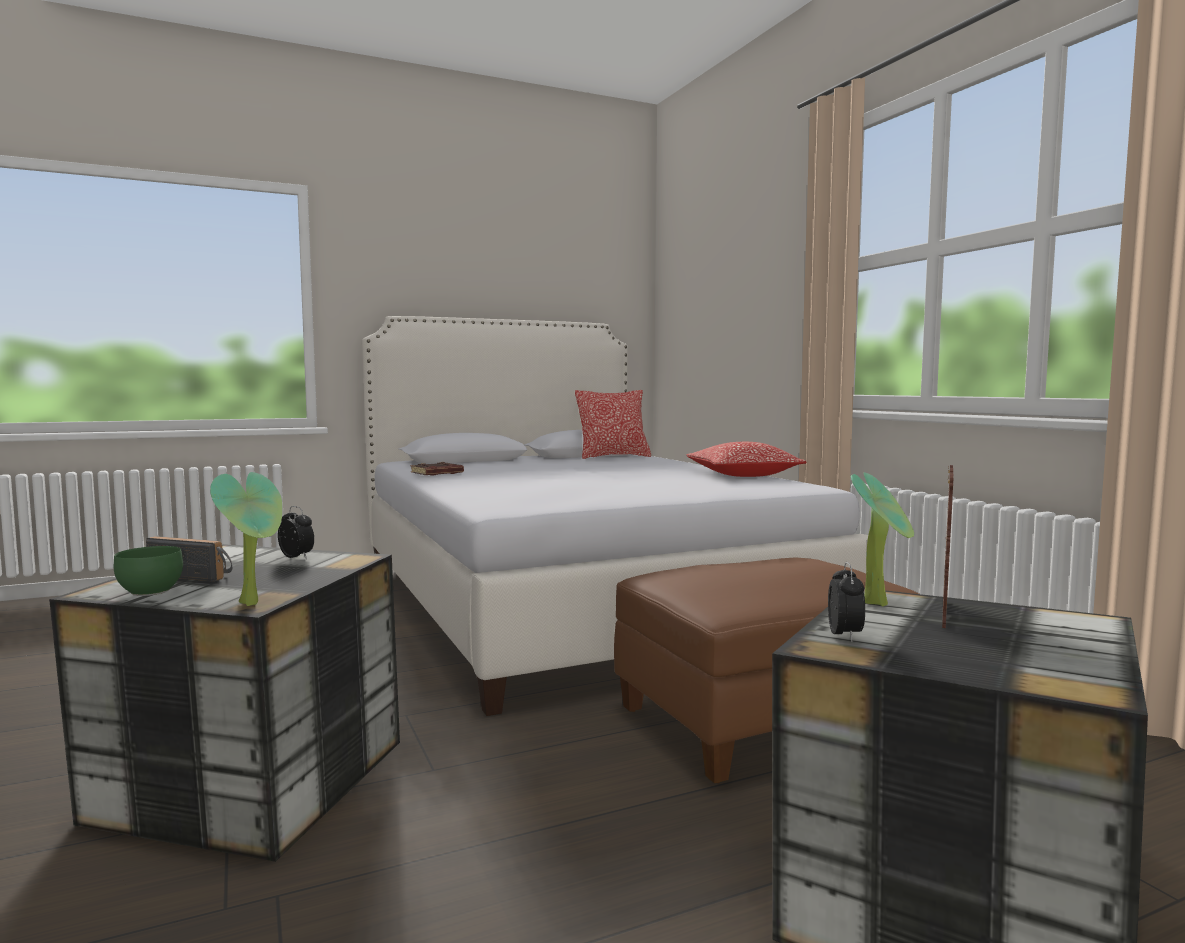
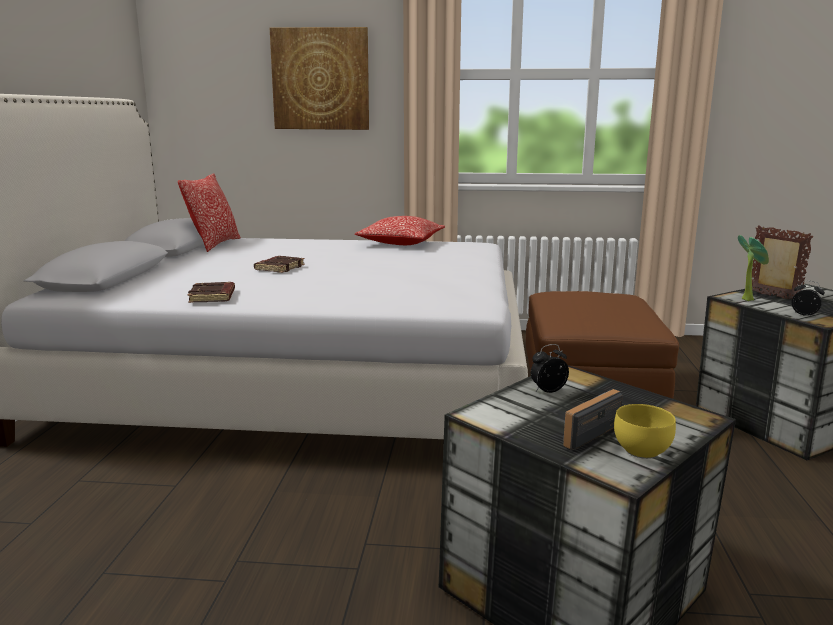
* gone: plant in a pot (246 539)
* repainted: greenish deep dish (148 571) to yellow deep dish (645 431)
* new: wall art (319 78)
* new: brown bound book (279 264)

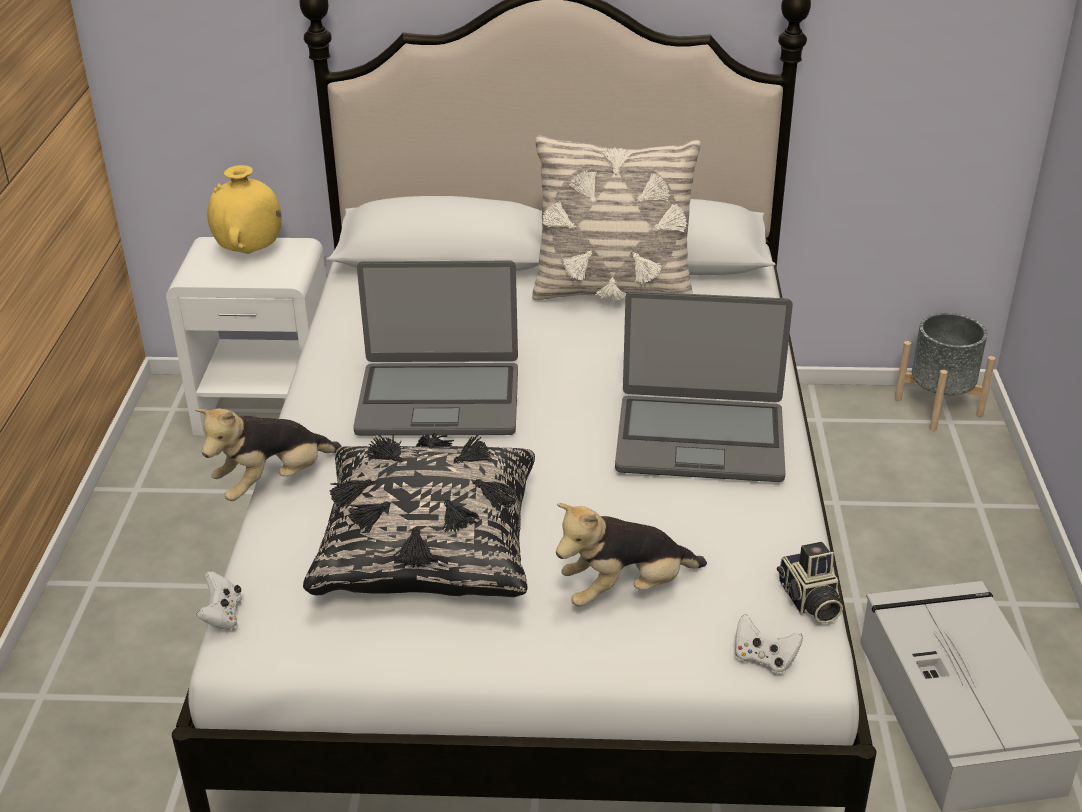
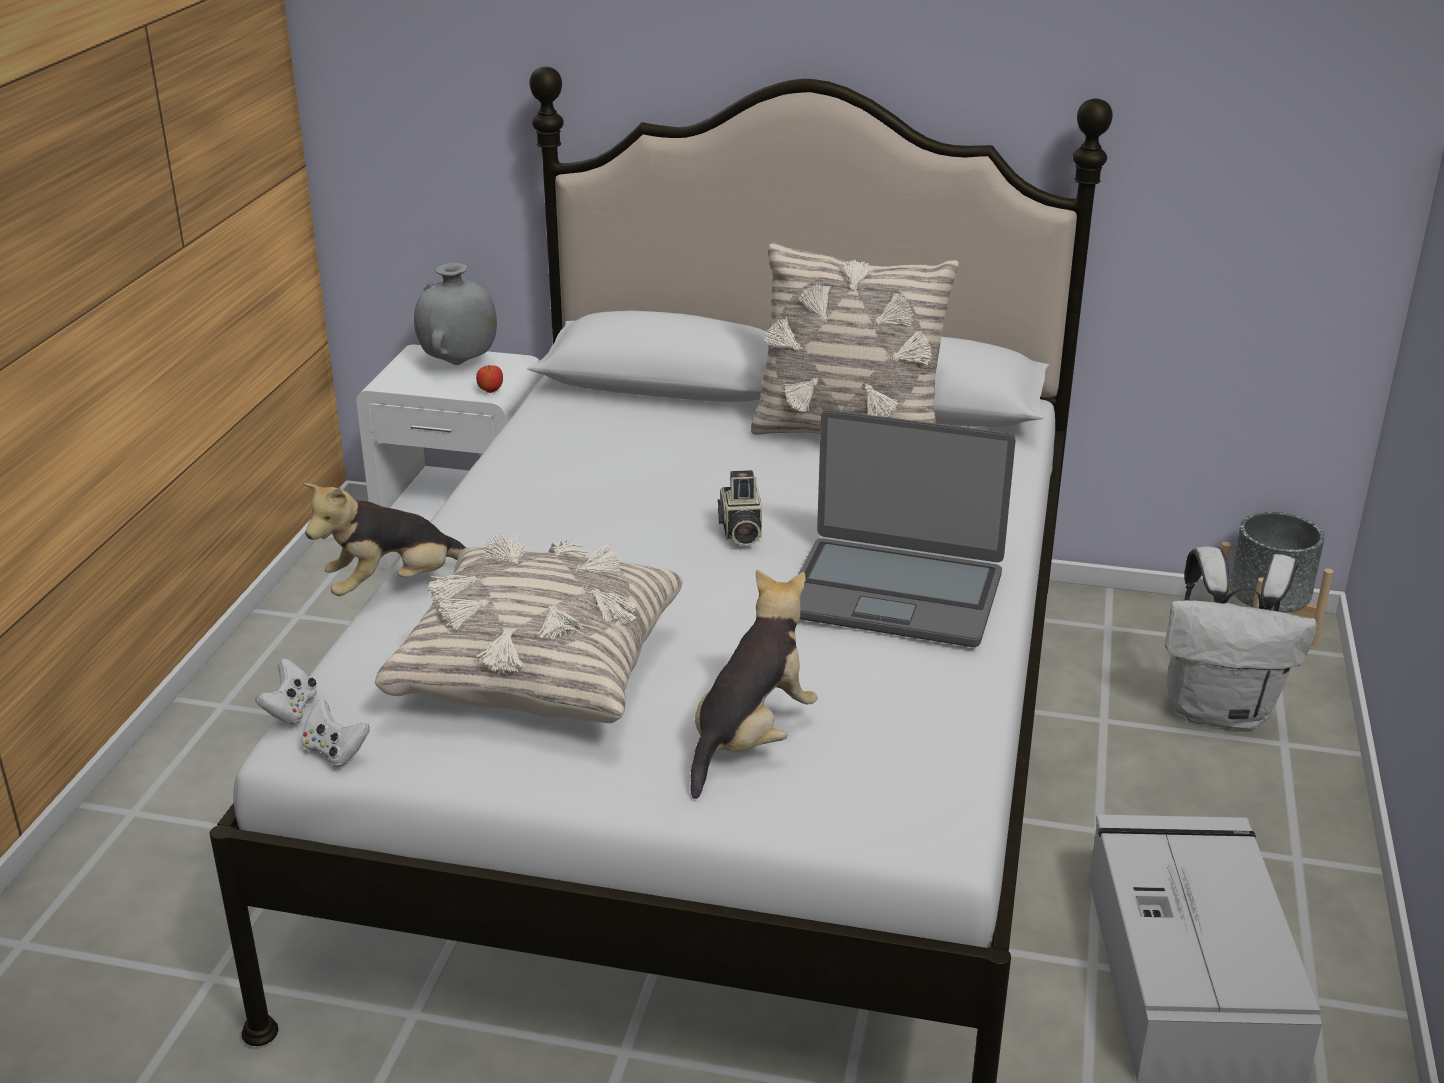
* repainted: yellow decorative vase (244 209) to greyish decorative vase (455 314)
* gone: portable computer (435 348)
* repainted: black cushion (419 515) to beige cushion (529 627)
* rotated: plush toy (631 555) = (754 684) 135 degrees clockwise
* shifted: still camera (810 583) to (740 508)
* shifted: whitish game controller (769 643) to (335 732)
* new: apple fruit (489 379)
* new: whitish backpack (1241 638)

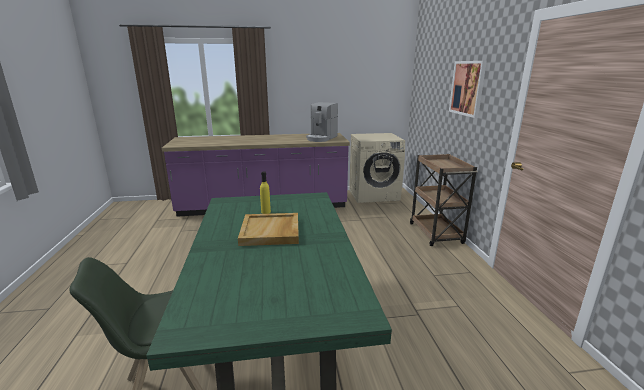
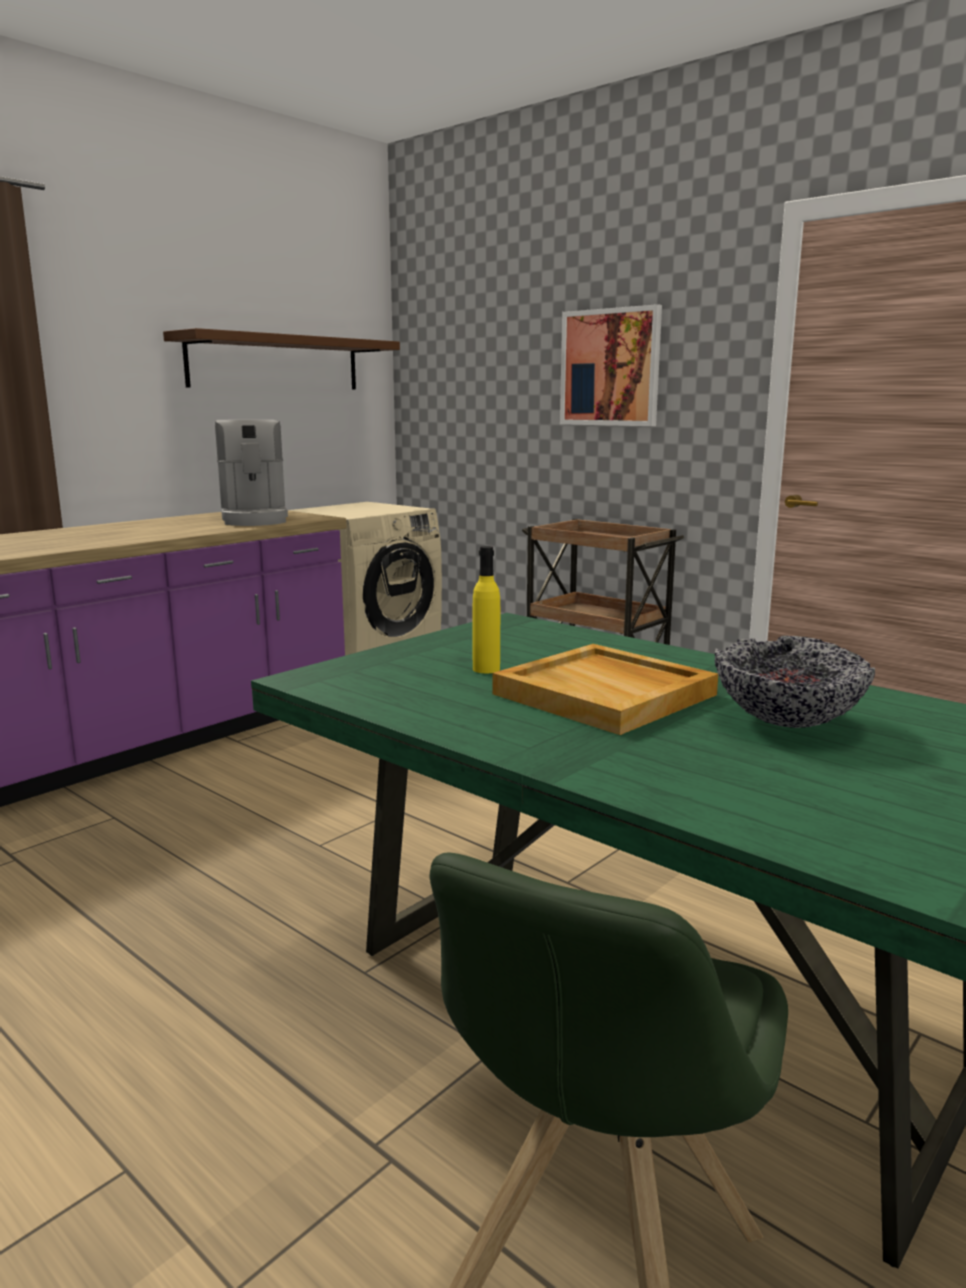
* new: brown shelf (281 359)
* new: deep dish (795 682)

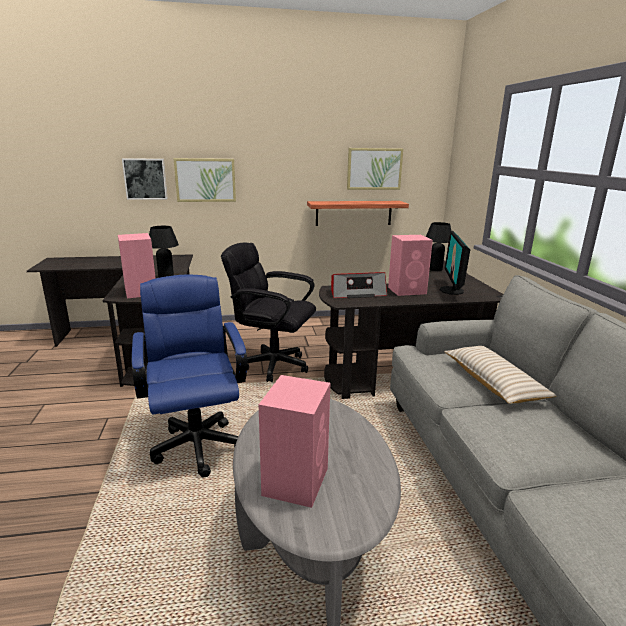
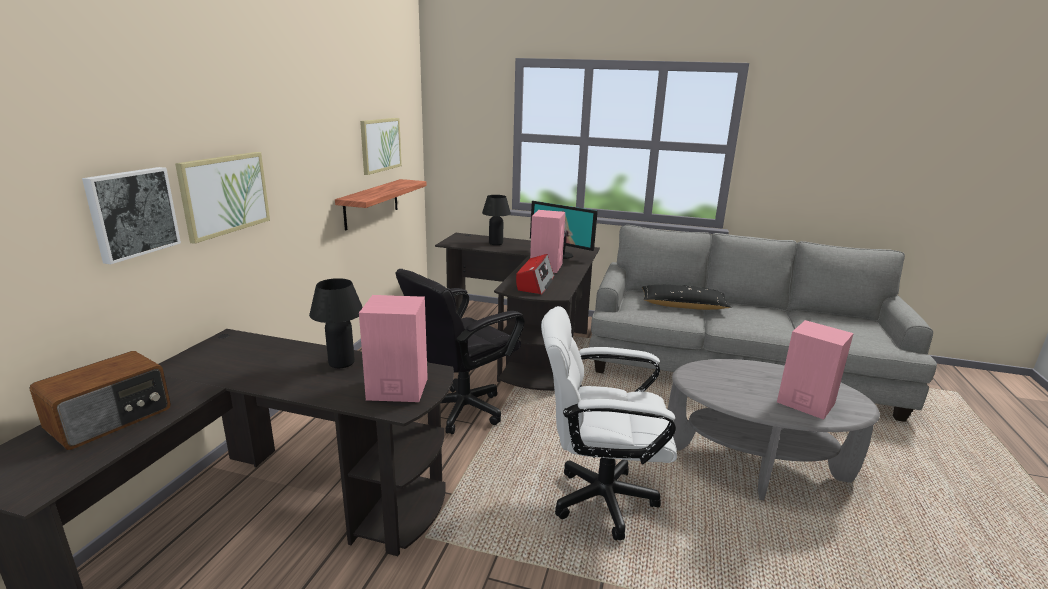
* repainted: blue computer chair (189 376) to whitish computer chair (609 423)
* repainted: beige cushion (500 375) to black cushion (686 297)
* new: radio receiver (100 400)

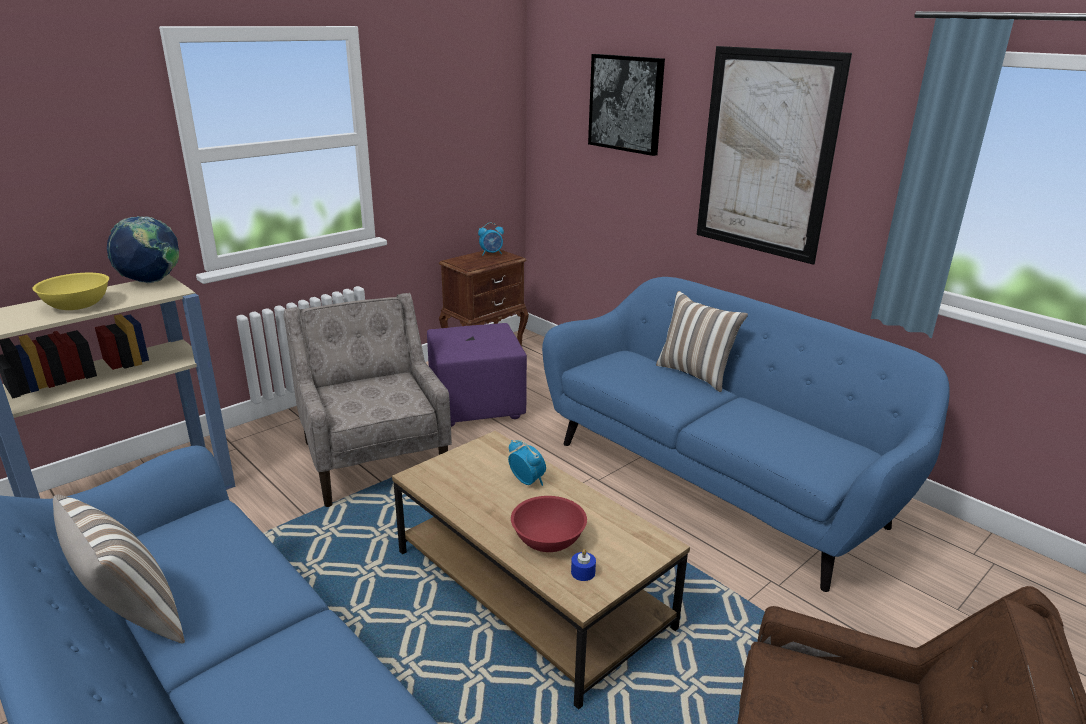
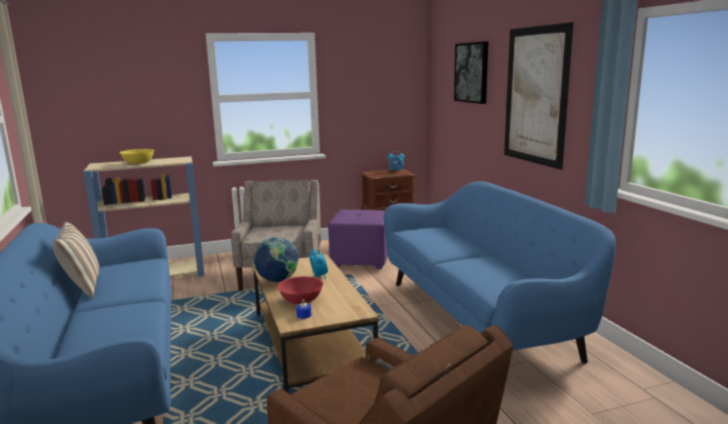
* shifted: globe (143 250) to (276 260)
* gone: cushion (702 341)

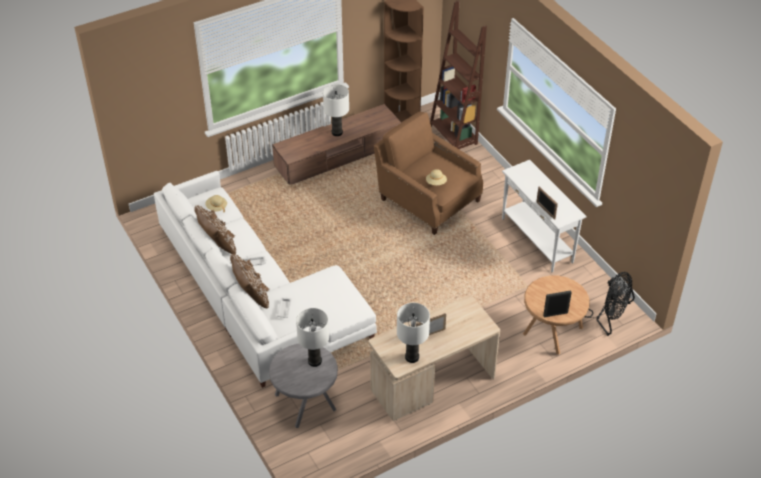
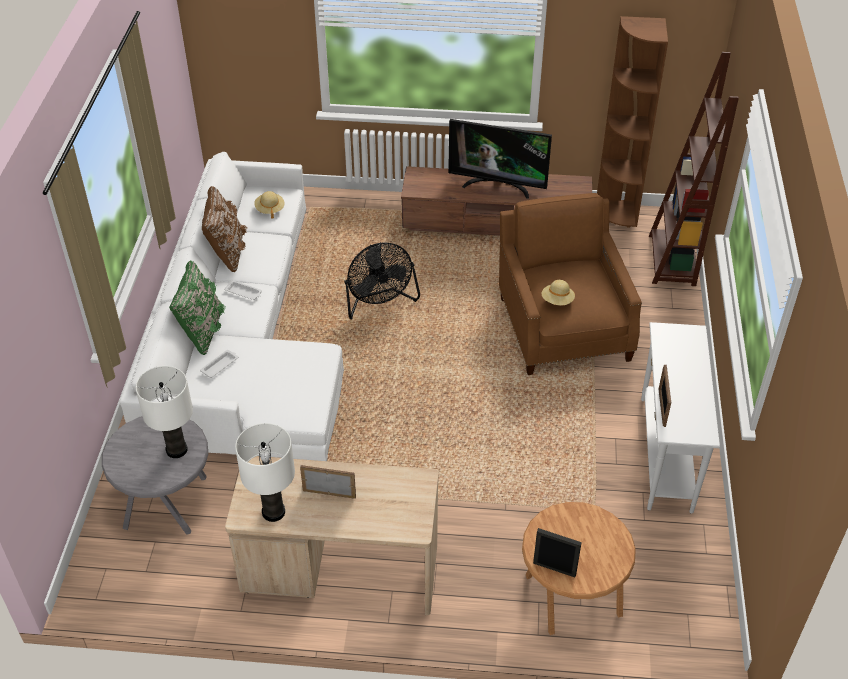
* swapped: whitish table lamp (336 110) to TV set (500 159)
* repainted: brown cushion (249 281) to greenish cushion (197 308)
* shifted: black fan (609 304) to (382 280)

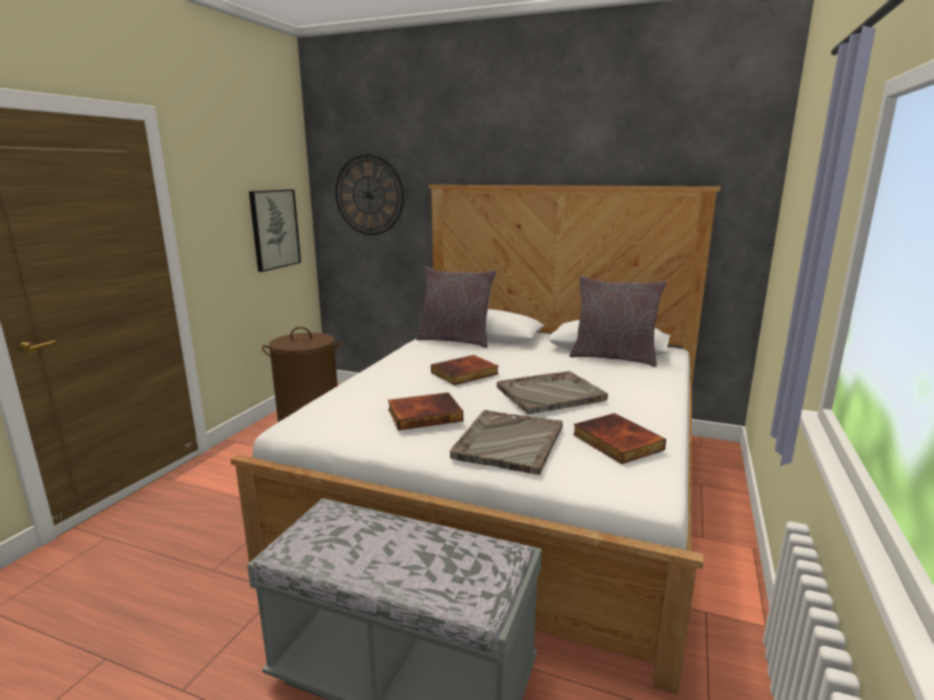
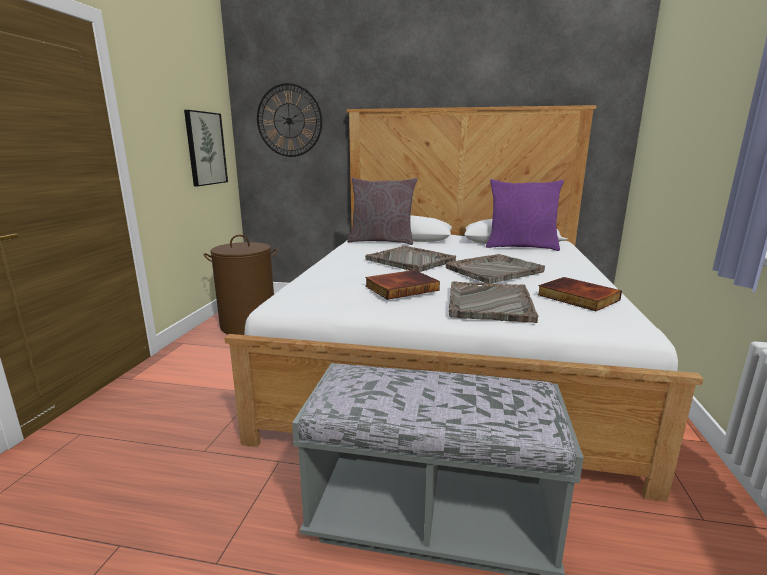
* repainted: greyish cushion (618 321) to purplish cushion (525 215)
* swapped: bound book (465 370) to greyish tray (410 259)

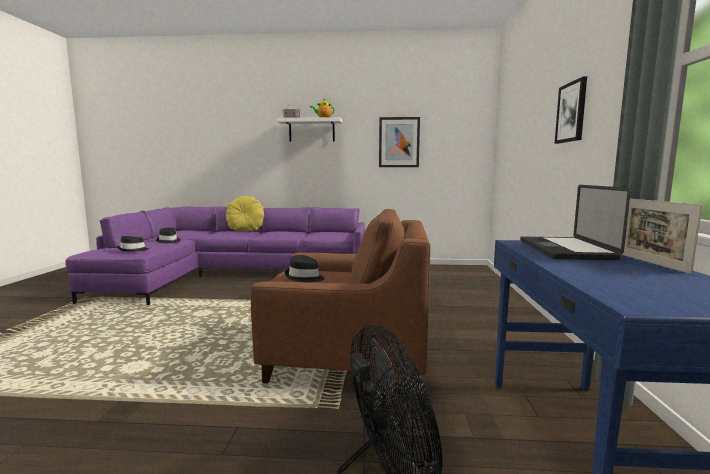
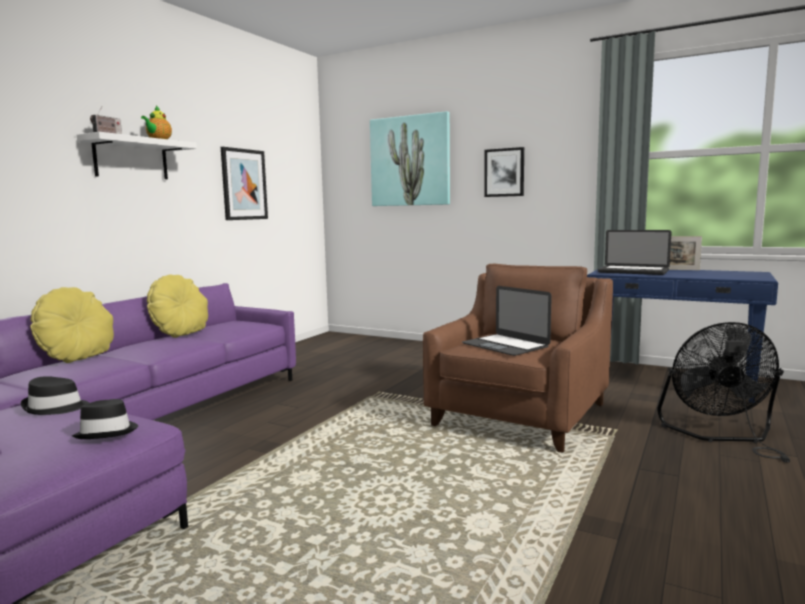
* swapped: black hat (305 268) to portable computer (507 321)
* new: wall art (410 158)
* new: yellow cushion (177 306)

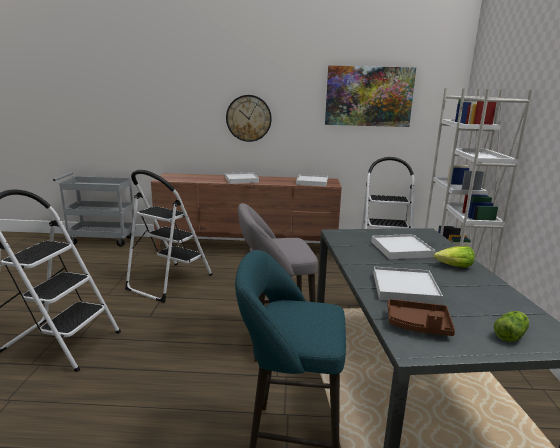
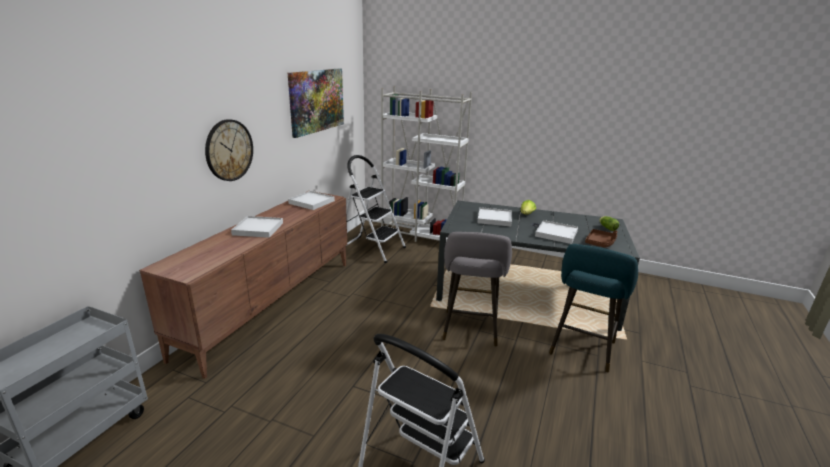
* gone: stepladder (169 236)

